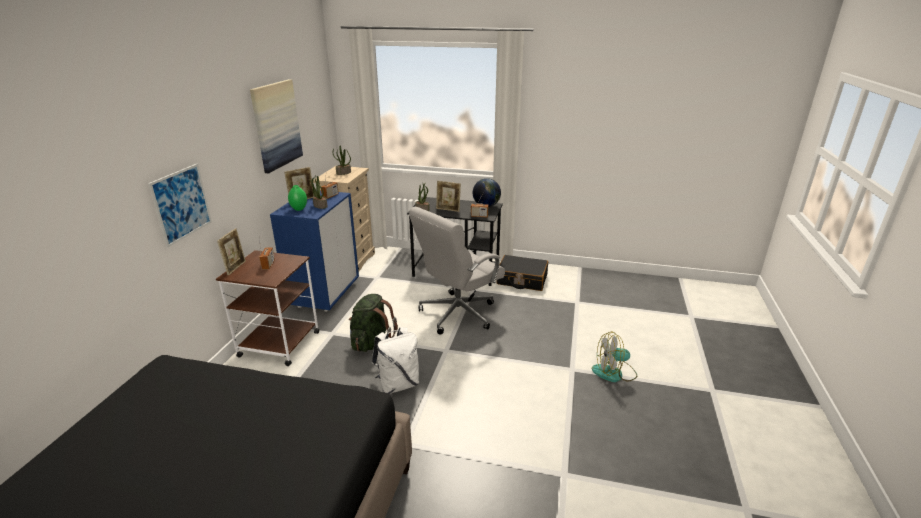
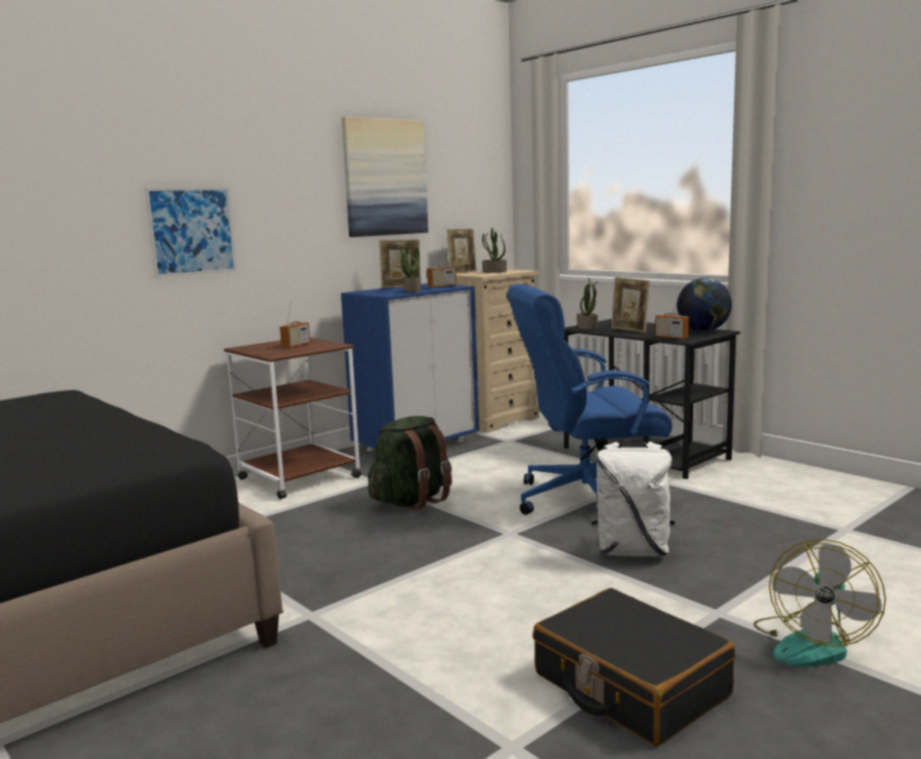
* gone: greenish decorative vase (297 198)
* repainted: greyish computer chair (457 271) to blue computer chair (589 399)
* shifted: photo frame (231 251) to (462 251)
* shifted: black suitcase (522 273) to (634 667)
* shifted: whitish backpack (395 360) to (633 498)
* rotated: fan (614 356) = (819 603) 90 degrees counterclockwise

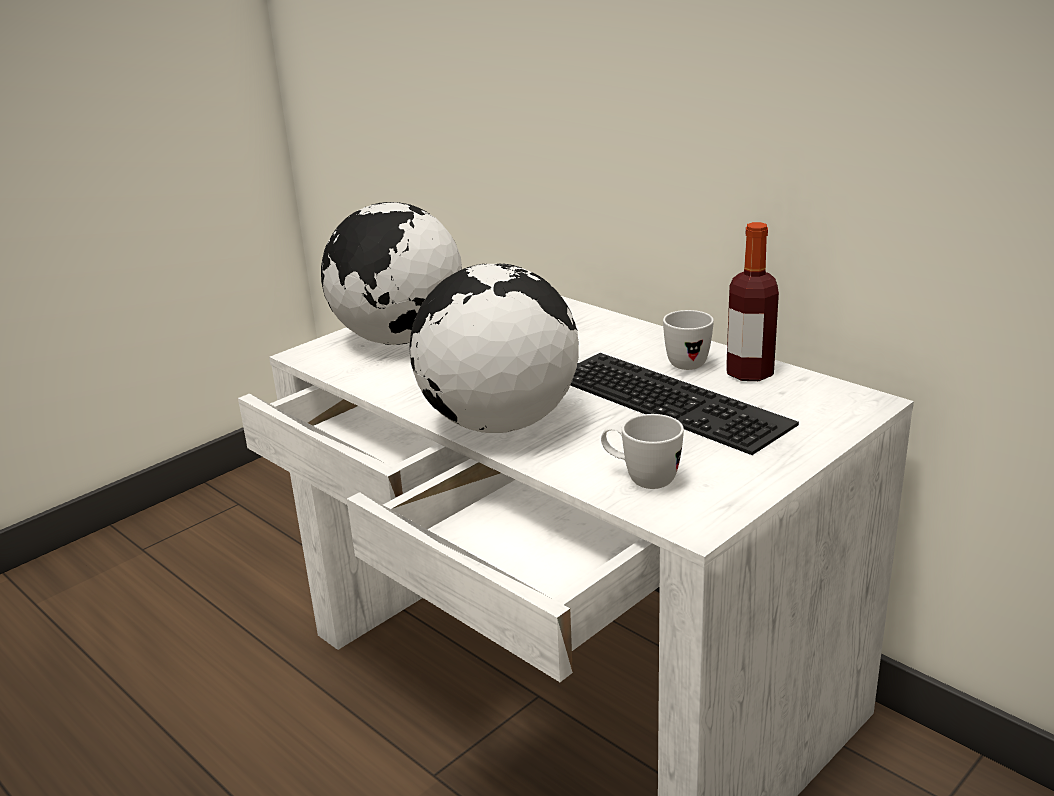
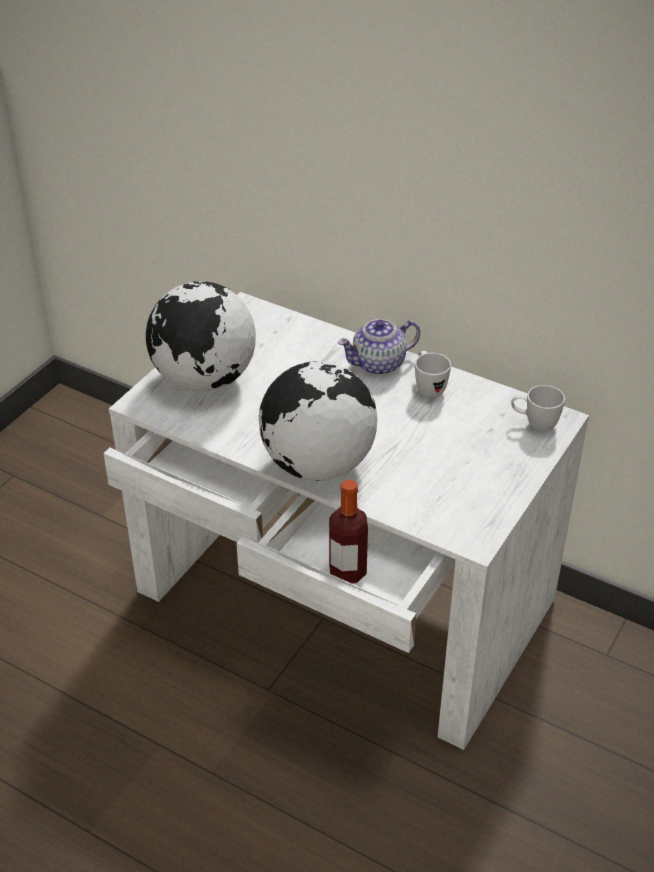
* shifted: bottle (752 301) to (348 531)
* gone: keyboard (684 404)
* shifted: whitish tea mug (642 451) to (538 408)
* new: teapot (379 347)

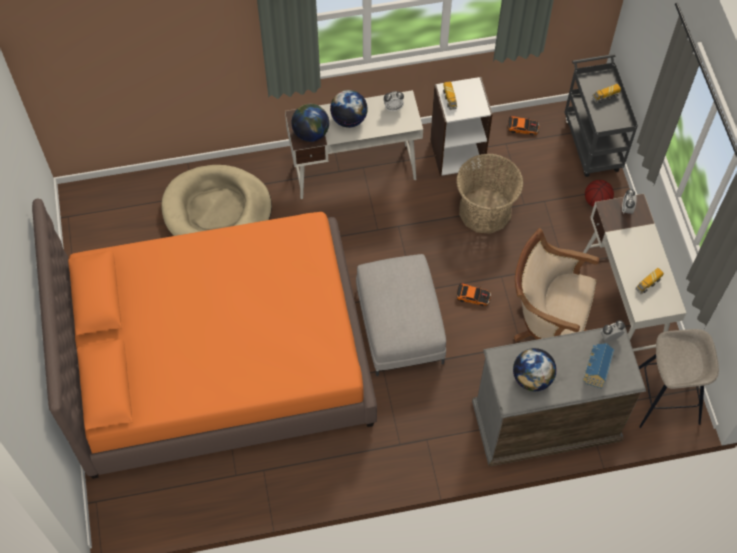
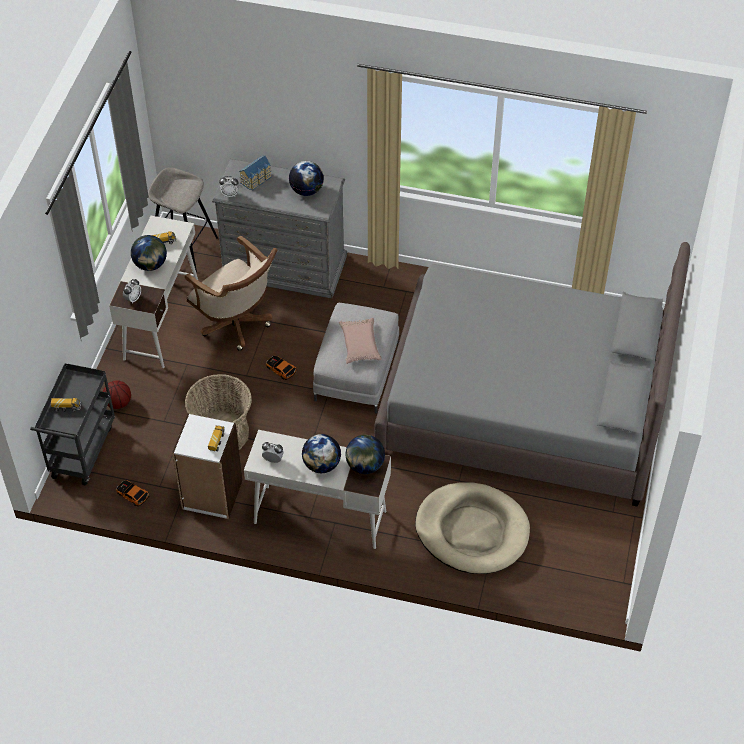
* repainted: orangey bed (204 338) to greyish bed (532 374)
* new: globe (149 253)
* new: beige cushion (360 341)

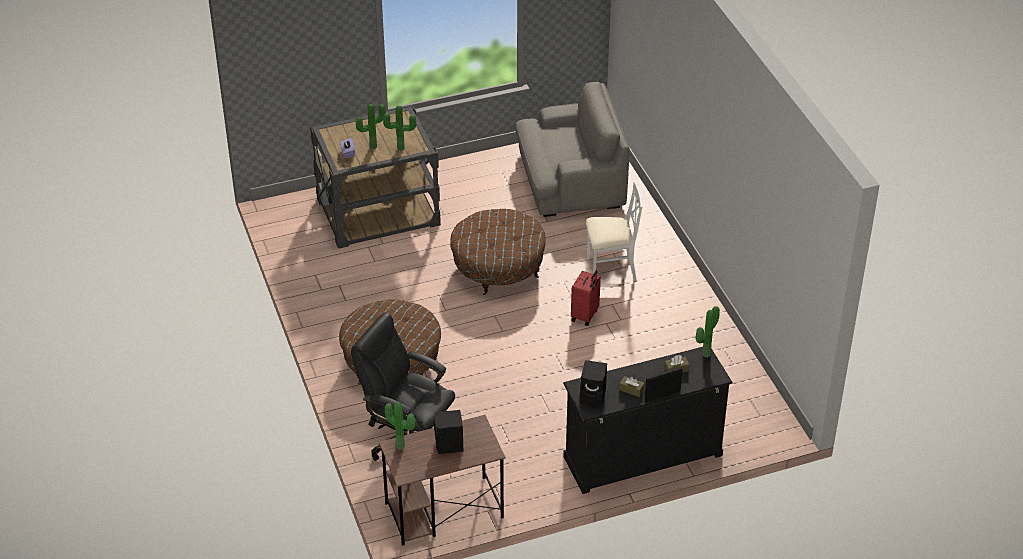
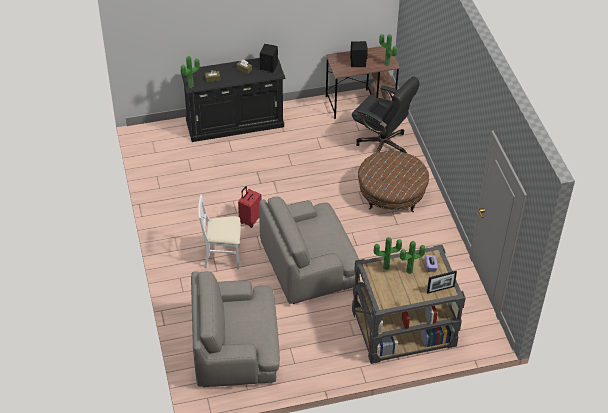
* swapped: brown footrest (498 252) to greyish armchair (309 250)
* shifted: photo frame (663 385) to (442 282)

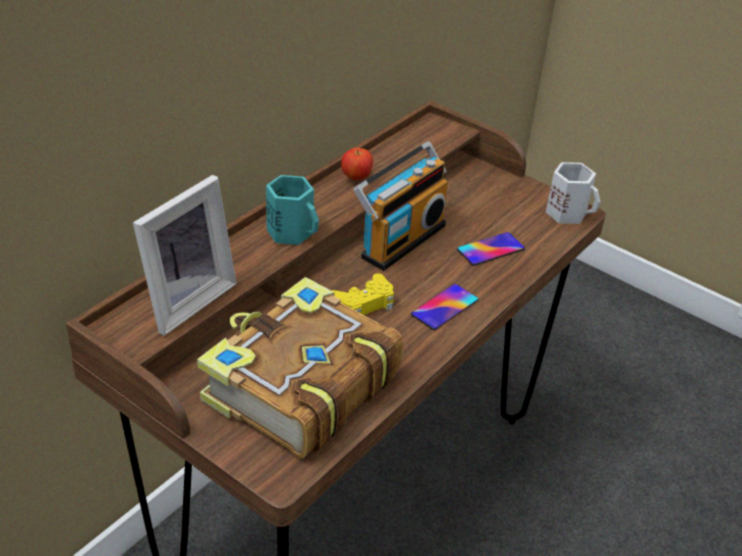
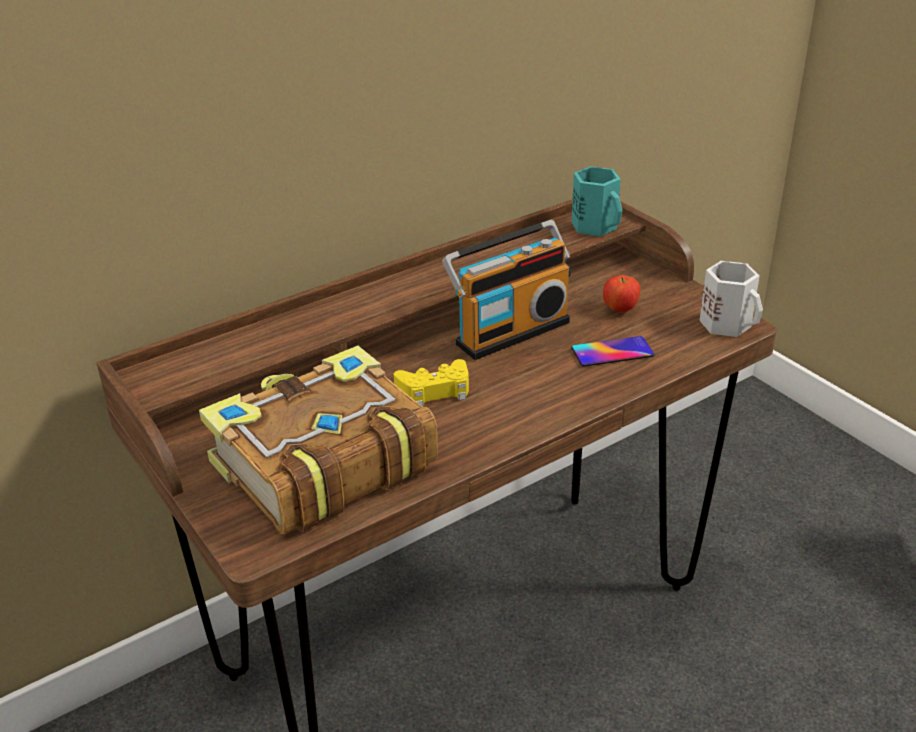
* shifted: apple fruit (357 164) to (621 294)
* gone: photo frame (185 255)
* shifted: turquoise-coloured tea mug (292 210) to (597 201)
* gone: telephone (444 307)

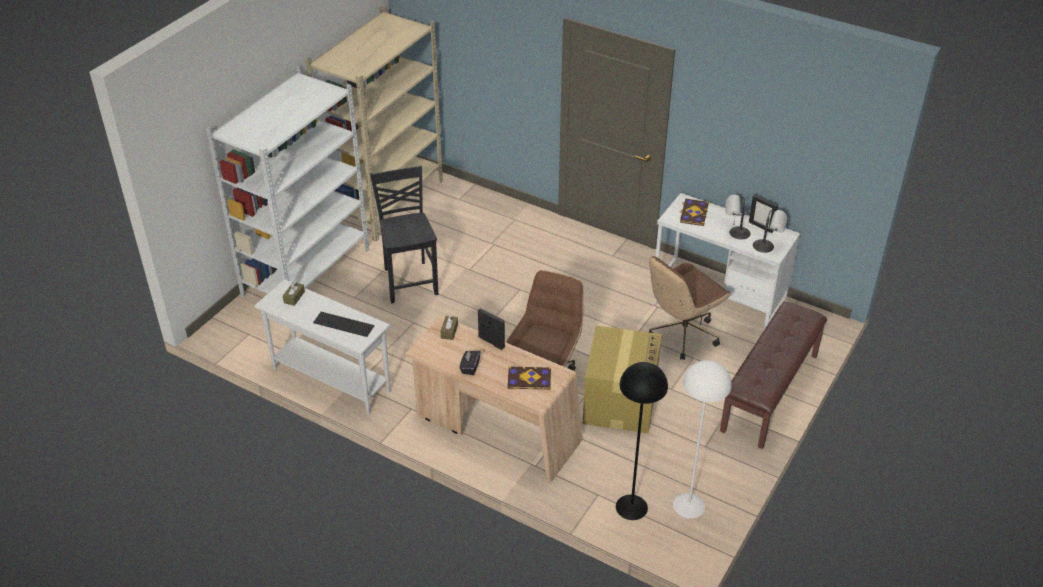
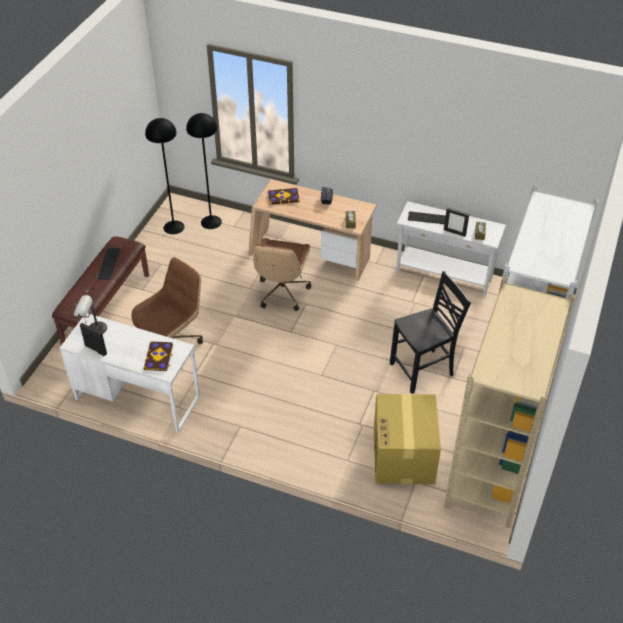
* rotated: black plain chair (404 234) = (430 332) 90 degrees counterclockwise
* gone: table lamp (738 217)
* shifted: photo frame (491 329) to (456 222)
* shifted: cardboard box (622 379) to (407 439)
* repainted: whitish floor lamp (702 439) to black floor lamp (165 176)
* new: keyboard (108 264)

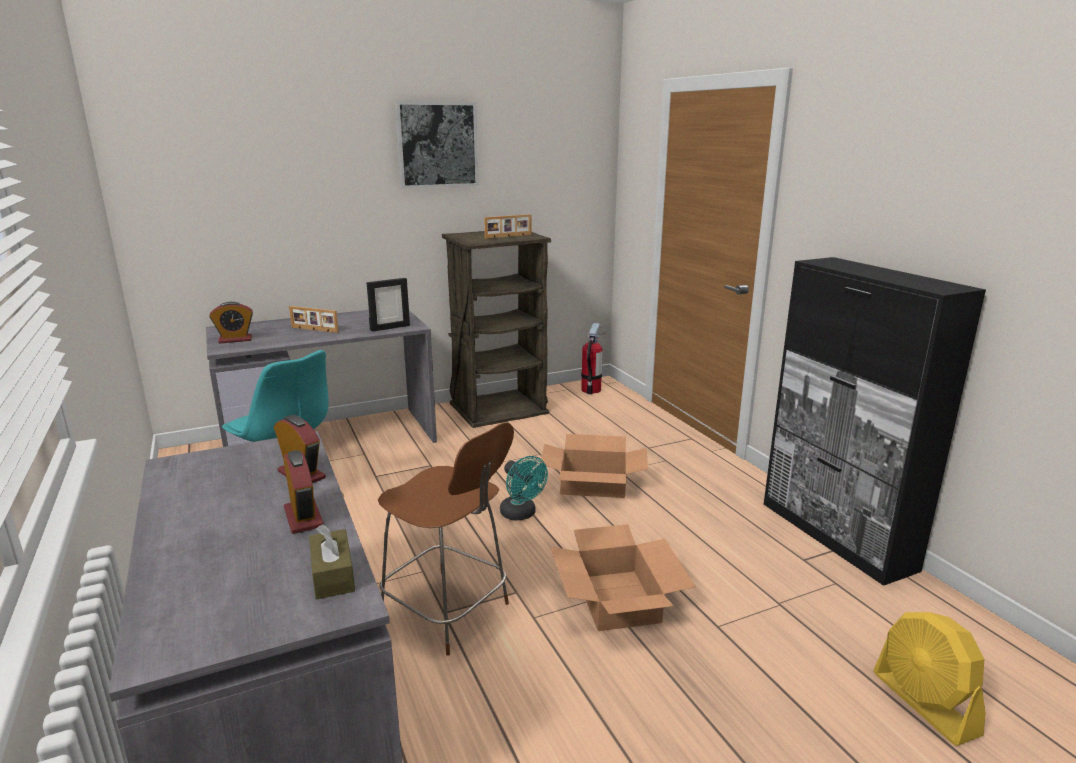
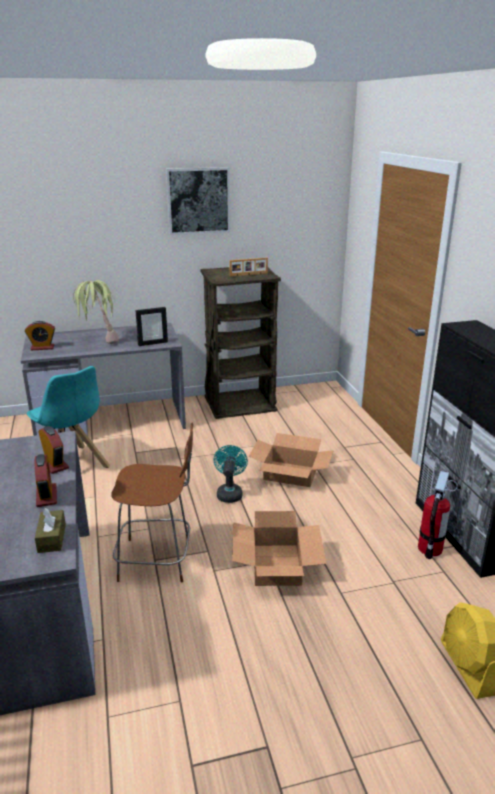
* swapped: photo frame (314 319) to plant in a pot (96 312)
* shifted: extinguisher (593 358) to (438 515)
* rotated: brown plain chair (446 539) = (152 502) 45 degrees counterclockwise
* rotated: turquoise-coloured fan (524 488) = (231 474) 150 degrees counterclockwise

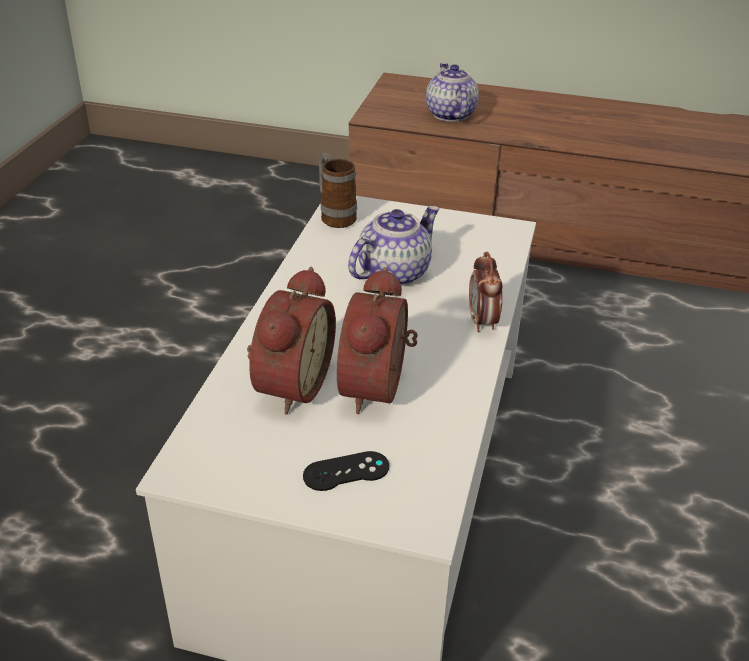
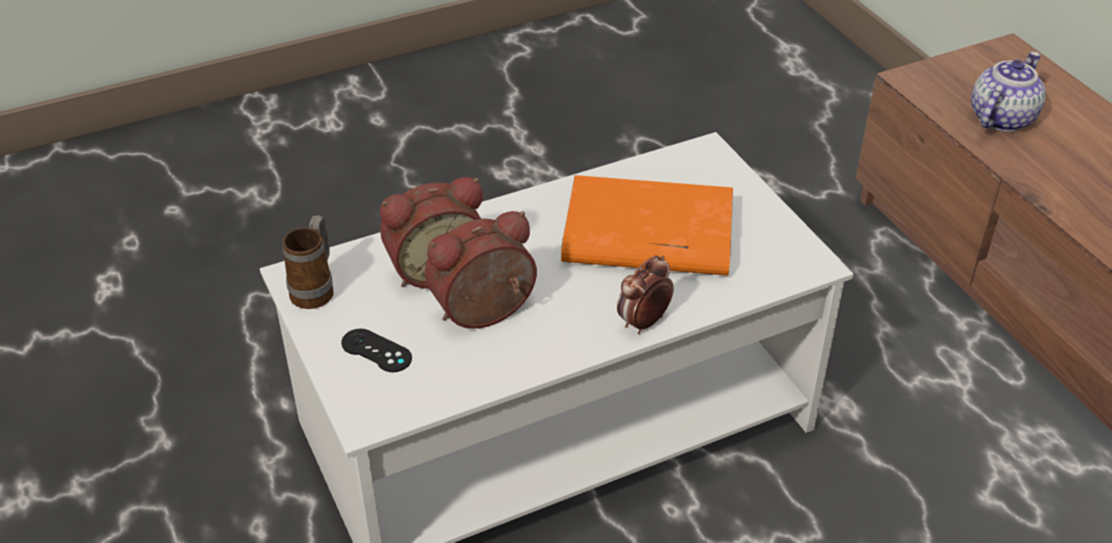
* shifted: tea mug (338 190) to (308 262)
* swapped: teapot (394 246) to orangey bound book (647 225)

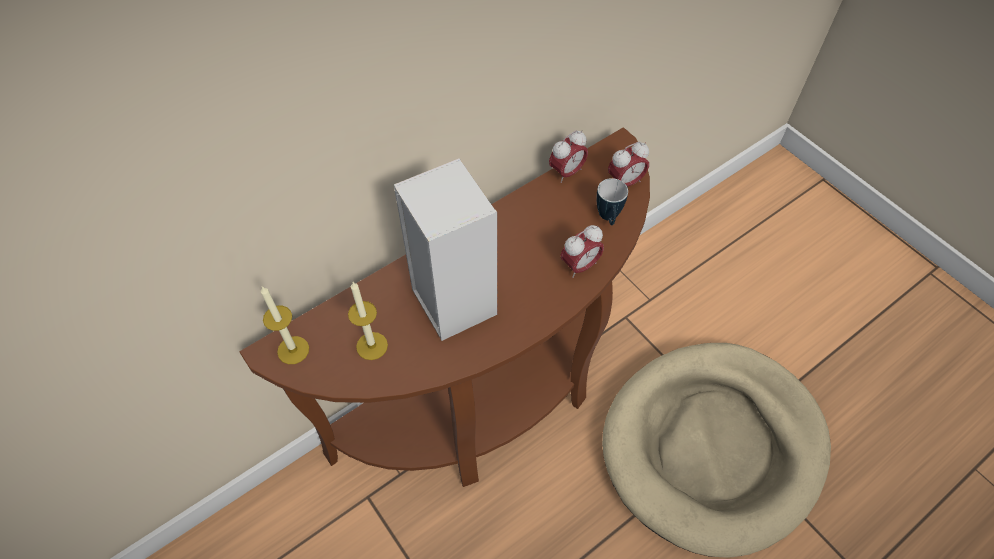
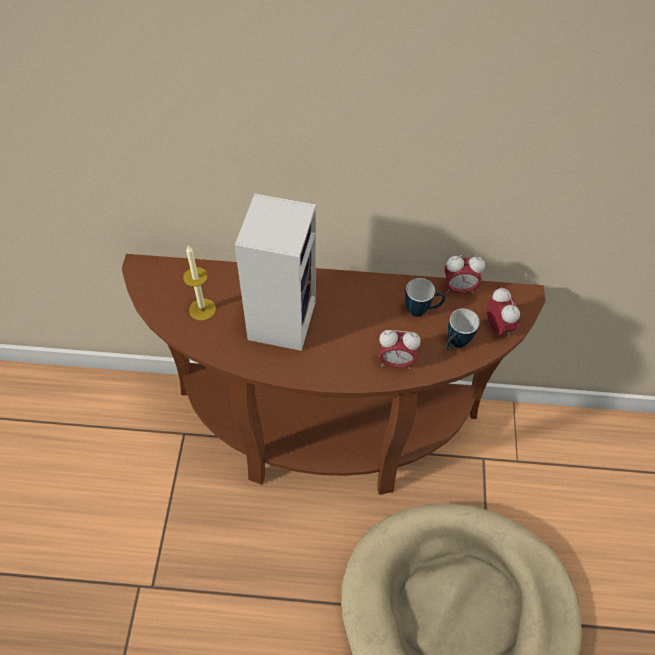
* rotated: table clock (628 164) = (503 312) 120 degrees counterclockwise
* gone: wax candle (285 325)
* new: tea mug (425 297)

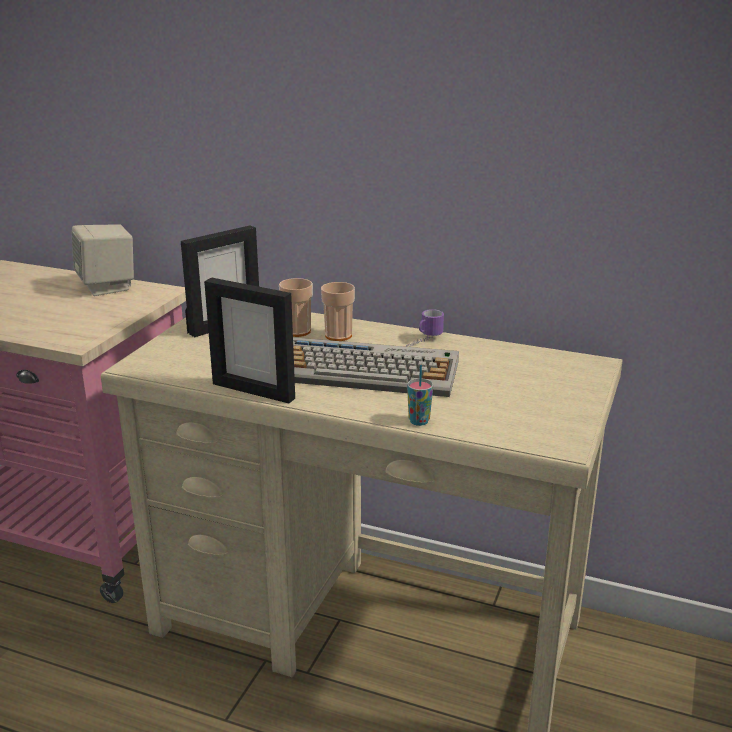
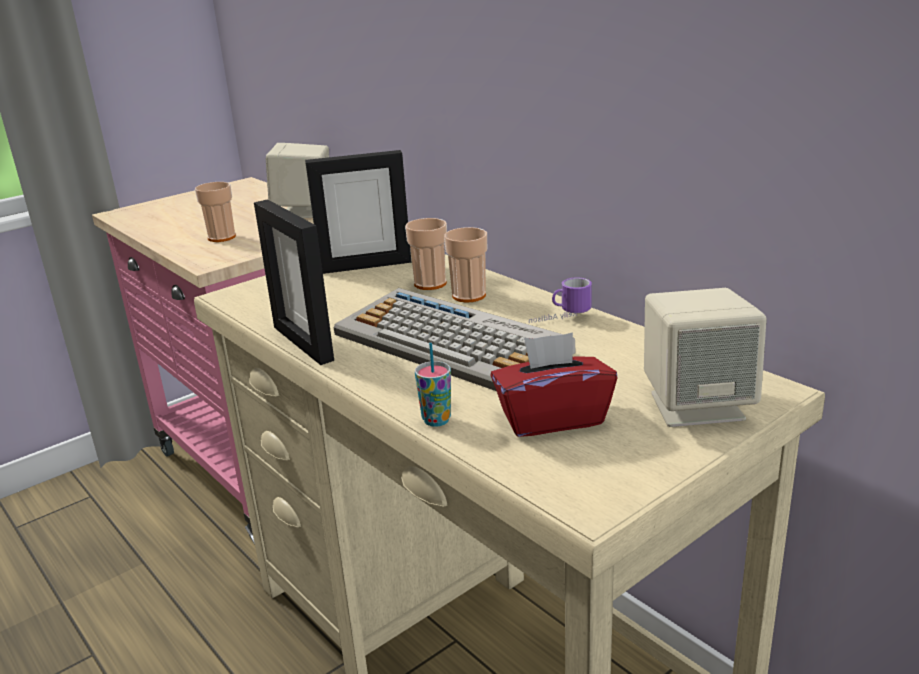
* new: drinking cup (215 212)
* new: beige speaker (705 357)
* new: reddish tissue box (554 384)

